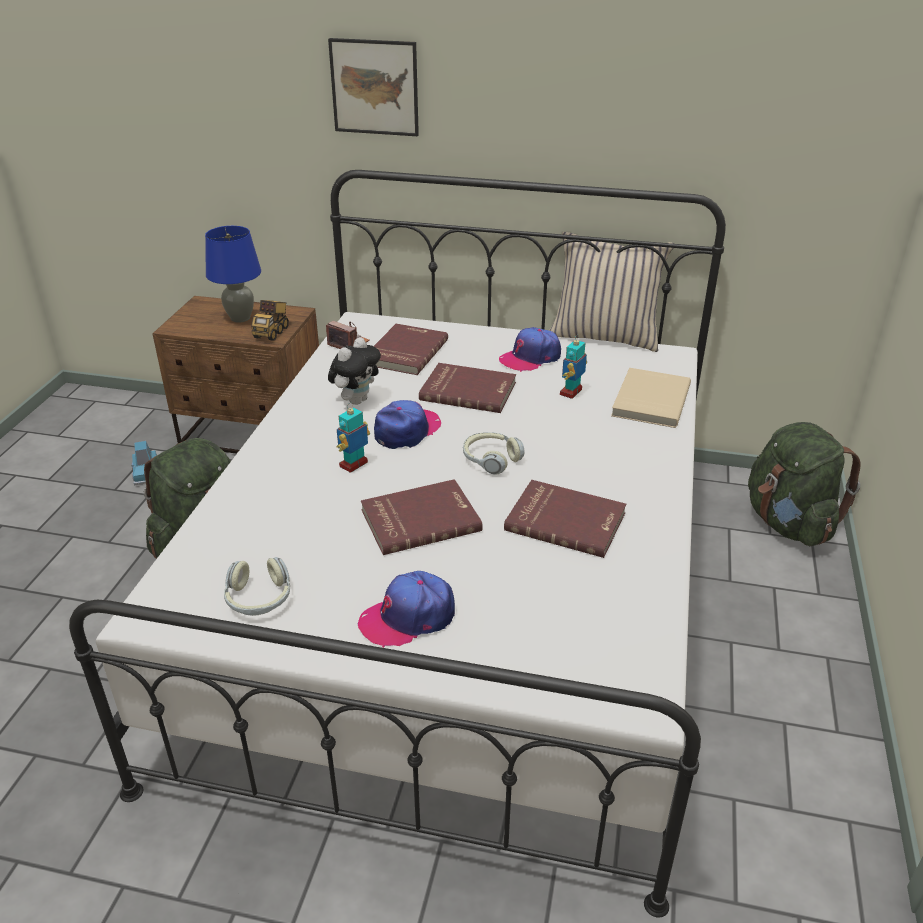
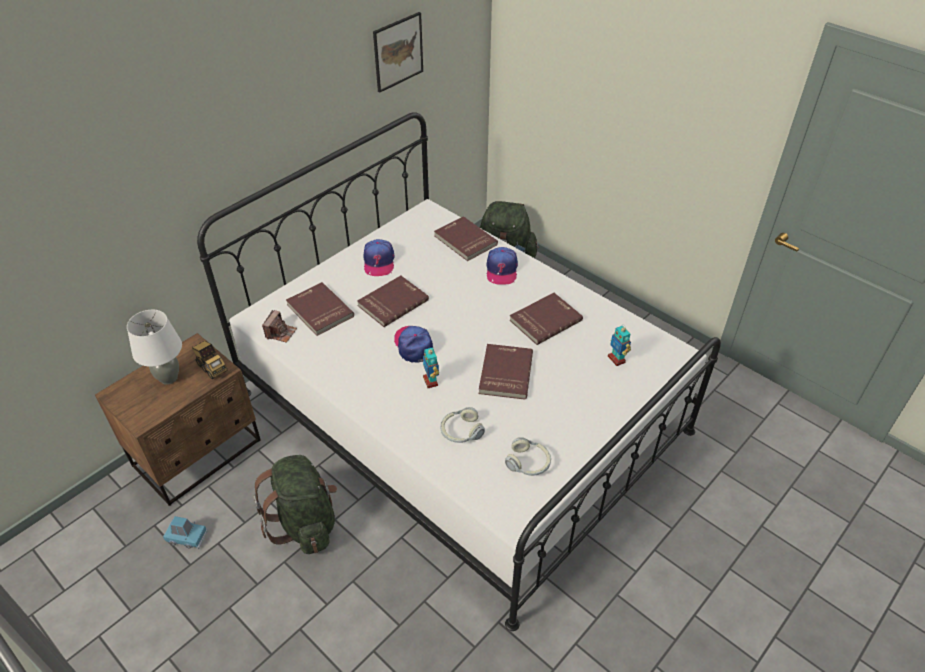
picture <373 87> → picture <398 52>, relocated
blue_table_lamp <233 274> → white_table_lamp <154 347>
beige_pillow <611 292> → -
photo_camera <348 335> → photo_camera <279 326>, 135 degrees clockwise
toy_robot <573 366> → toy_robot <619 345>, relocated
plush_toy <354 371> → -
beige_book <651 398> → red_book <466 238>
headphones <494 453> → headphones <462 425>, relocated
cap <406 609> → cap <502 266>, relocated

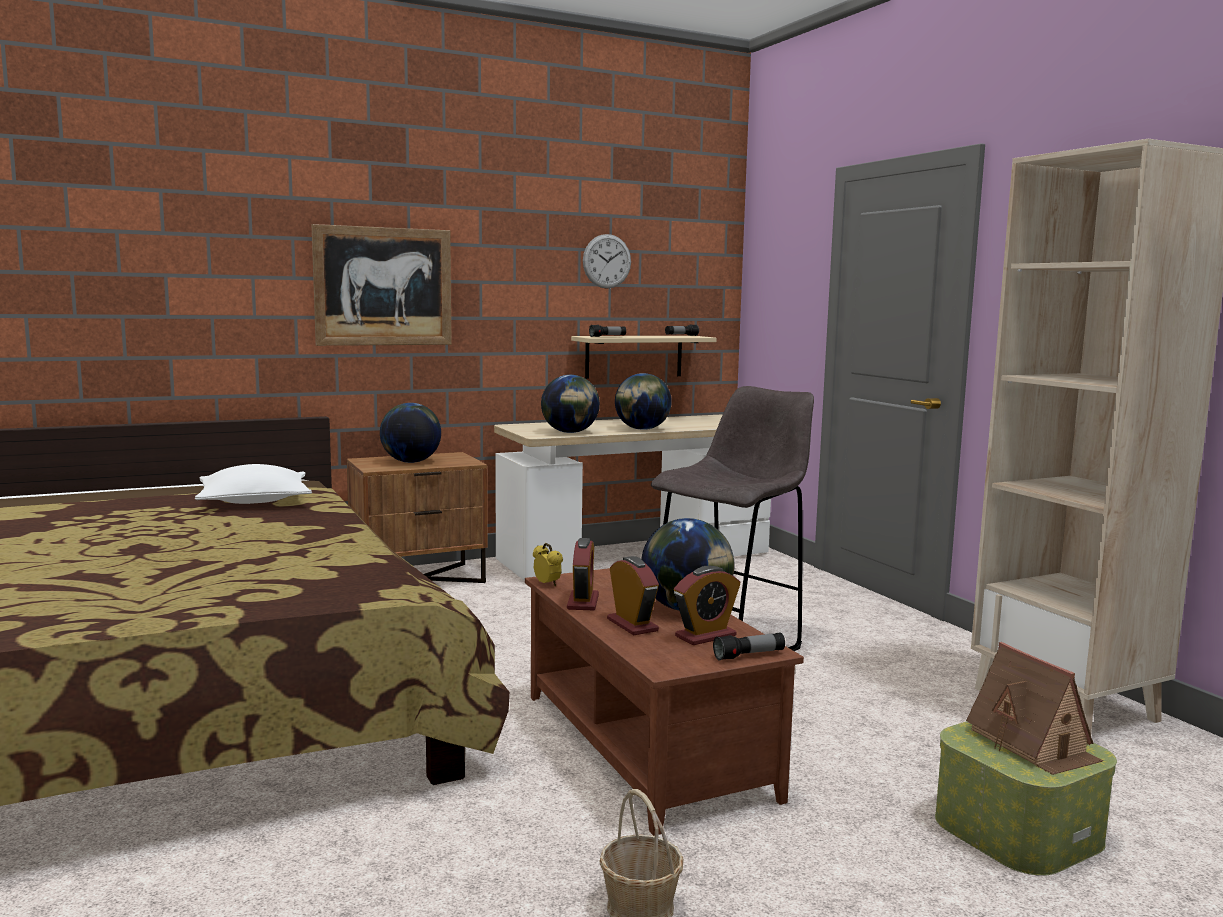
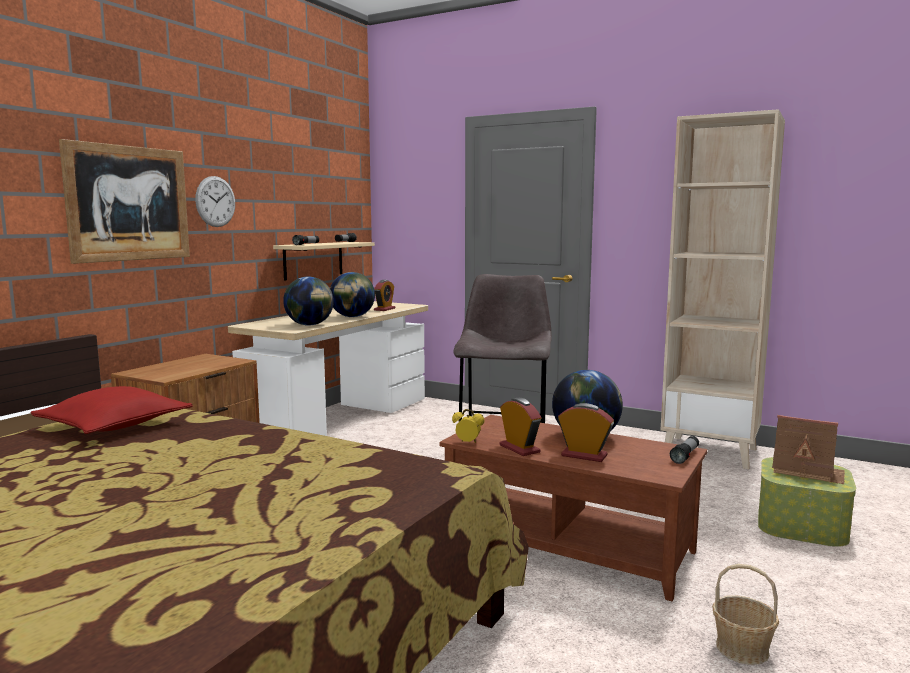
wall_clock <607 261> → wall_clock <215 201>, relocated
globe <410 433> → -
white_pillow <253 484> → red_pillow <111 410>
alarm_clock <707 605> → alarm_clock <384 295>, relocated

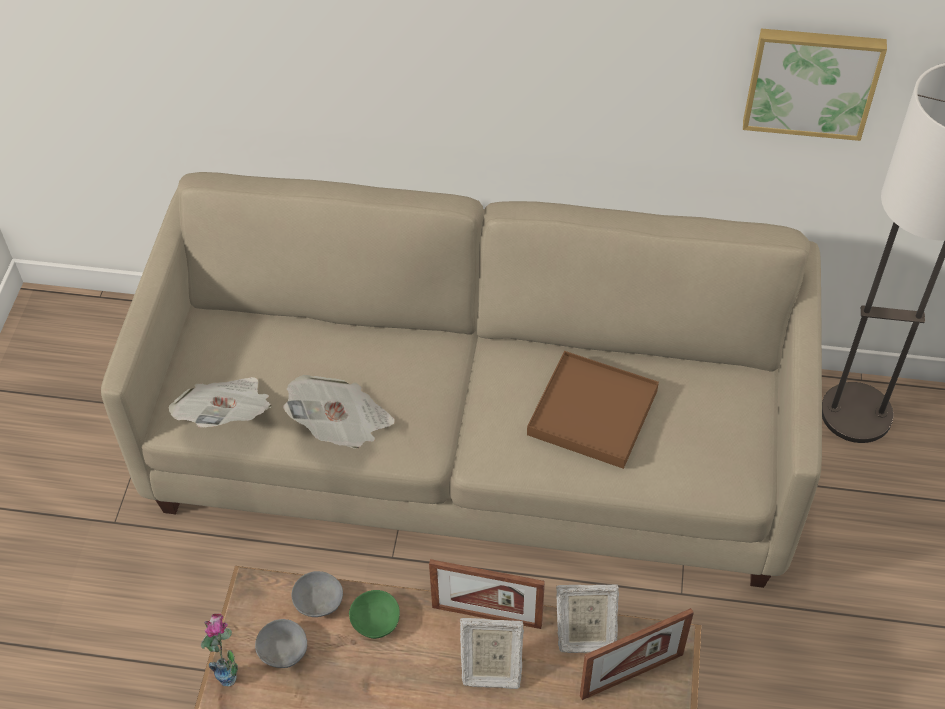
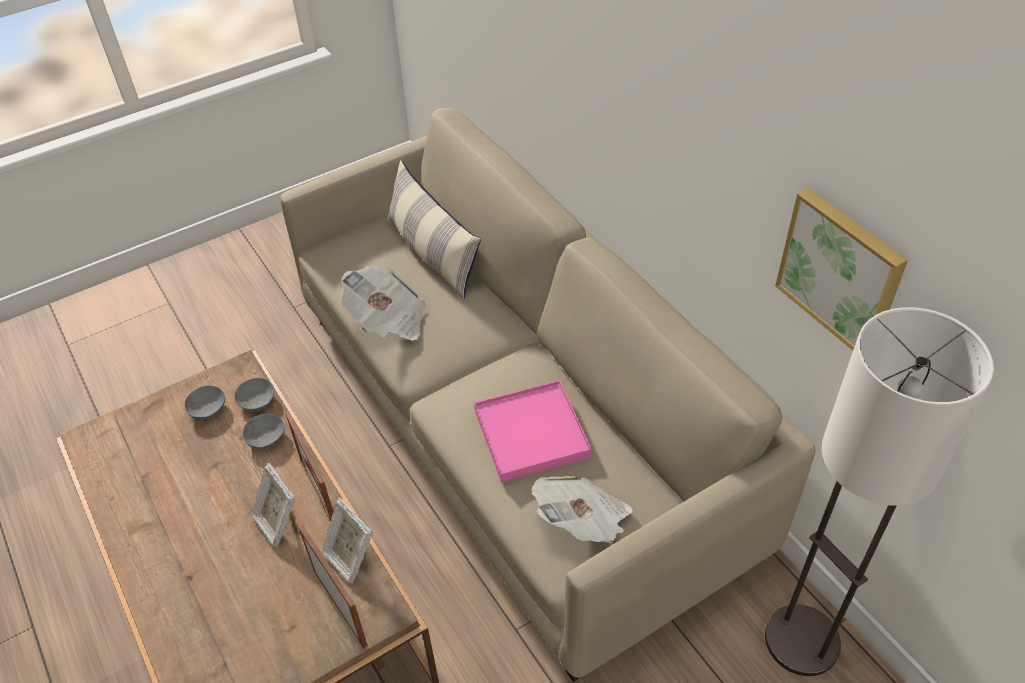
brown_tray <593 410> → pink_tray <533 431>
newspaper <220 402> → newspaper <582 509>, relocated
green_bowl <374 614> → grey_bowl <263 431>
picture_frame <637 654> → picture_frame <333 586>, 150 degrees counterclockwise
vase <219 650> → -
- → pillow <434 229>

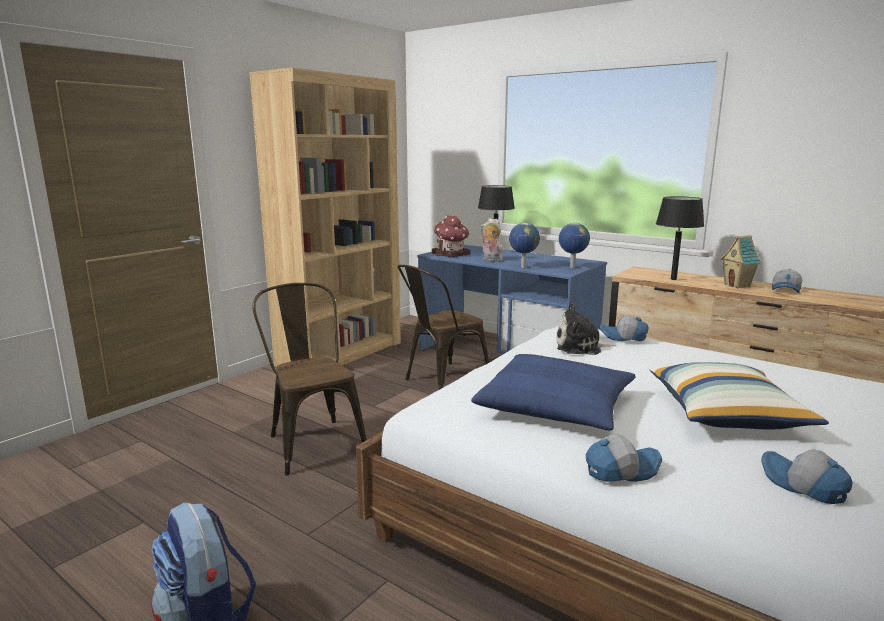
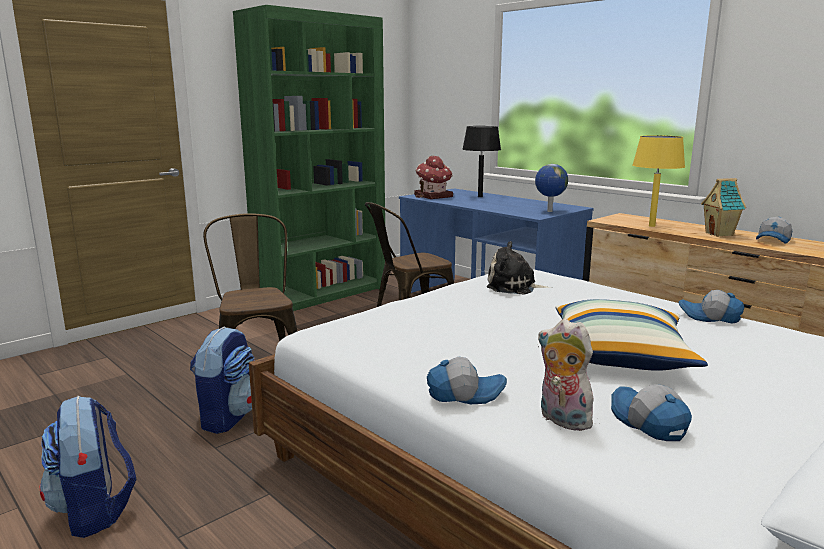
brown_bookcase <325 216> → green_bookcase <309 158>
black_table_lamp <680 238> → yellow_table_lamp <658 181>
plush_toy <492 240> → plush_toy <567 375>, relocated
globe <524 245> → -
cap <624 328> → cap <711 306>, relocated
blue_pillow <553 392> → -
- → backpack <222 380>

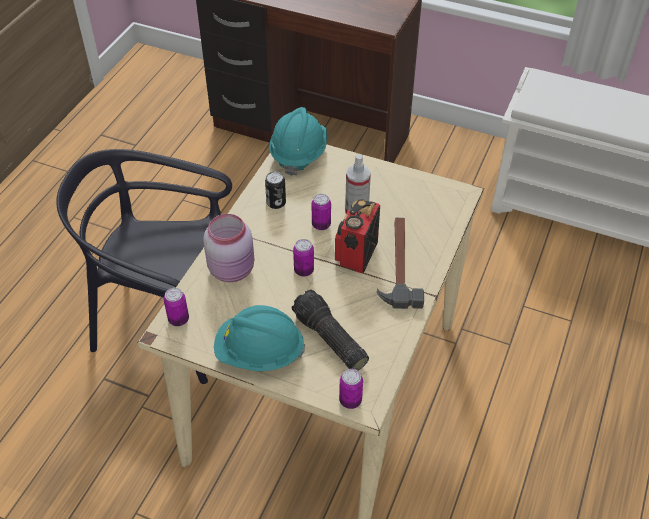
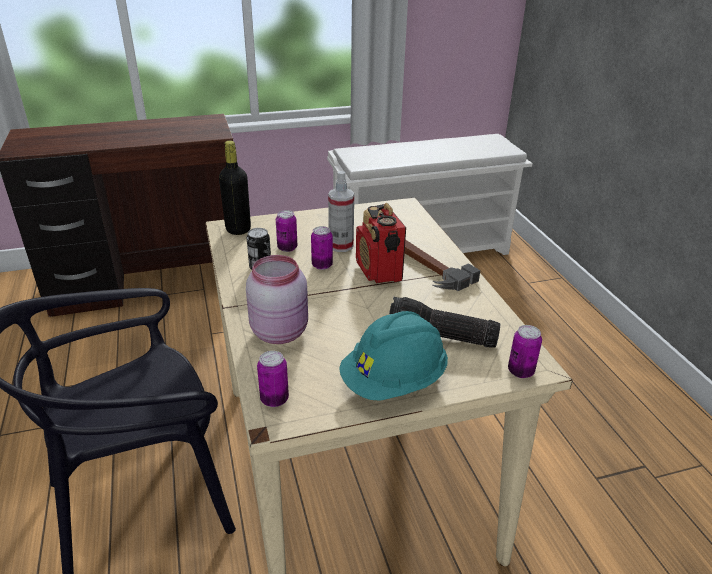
turquoise_hard_hat <298 141> → black_bottle <235 188>
can <303 258> → can <286 231>, relocated

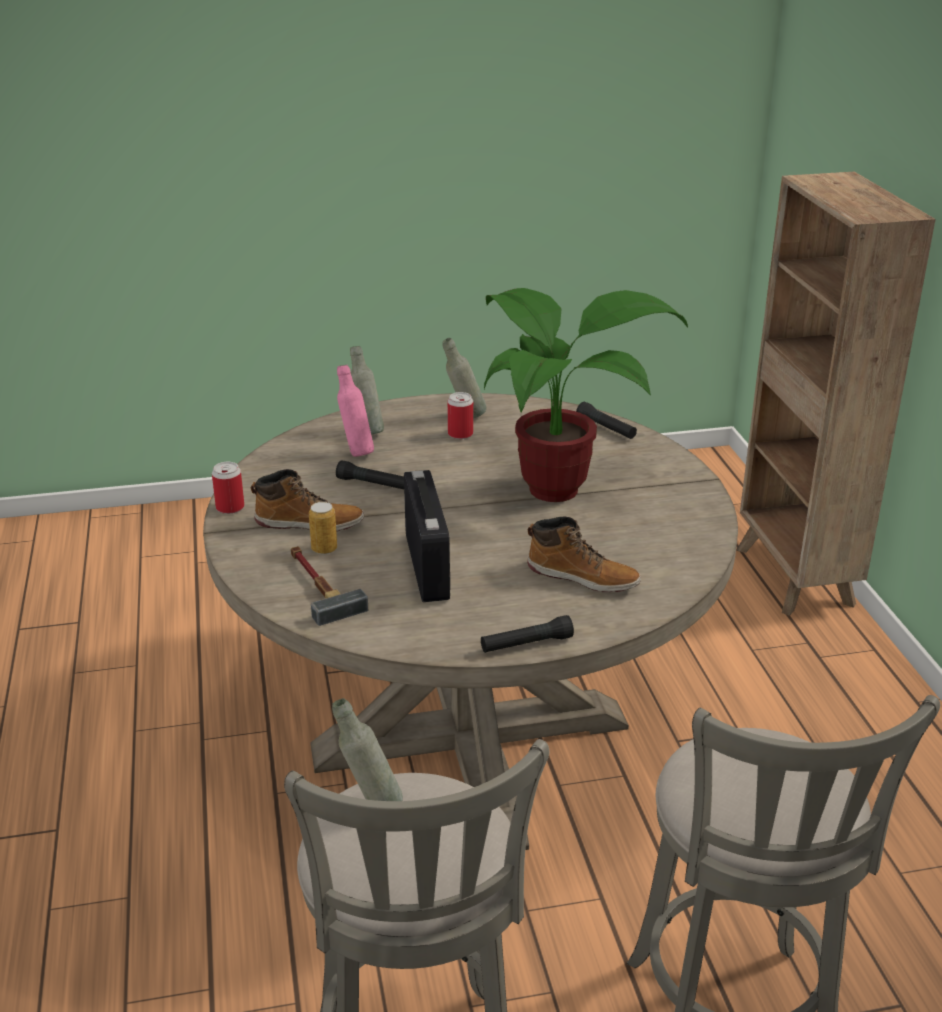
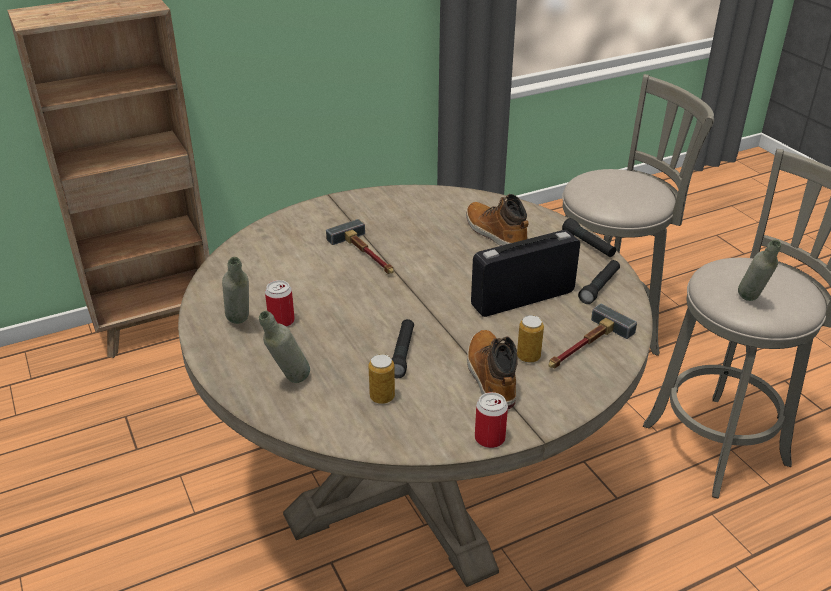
potted_plant <586 395> → hammer <360 246>
pink_bottle <355 411> → -
black_flashlight <606 420> → black_flashlight <599 282>, relocated
boot <584 554> → boot <497 220>, 45 degrees counterclockwise
- → can <381 379>

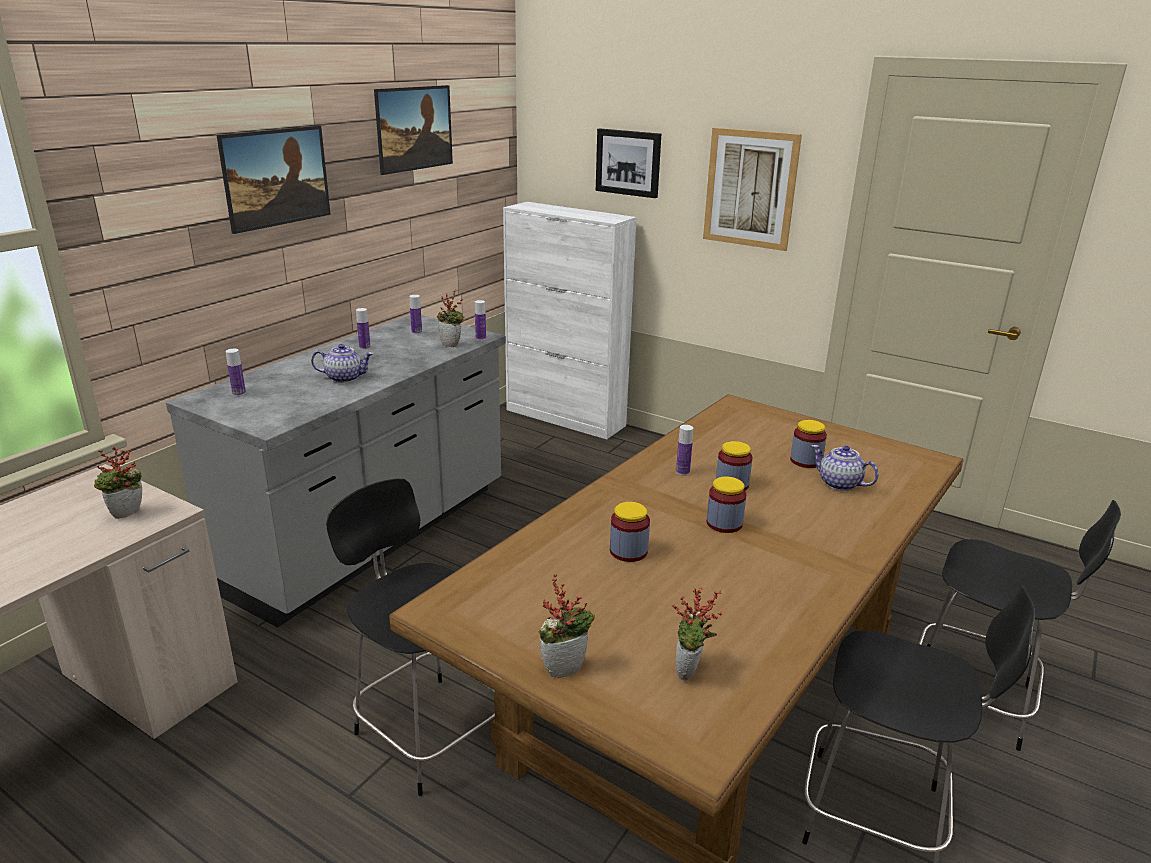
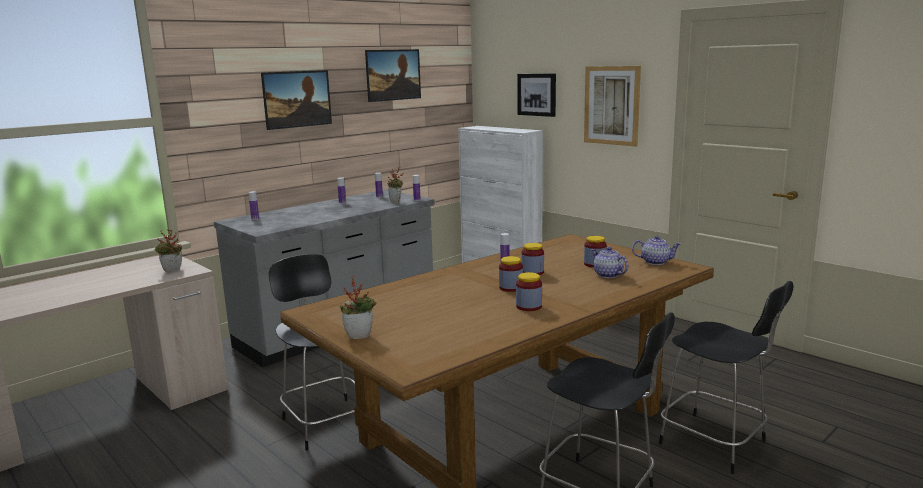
teapot <342 363> → teapot <656 250>, relocated
jar <630 532> → jar <529 291>, relocated
potted_plant <697 634> → -

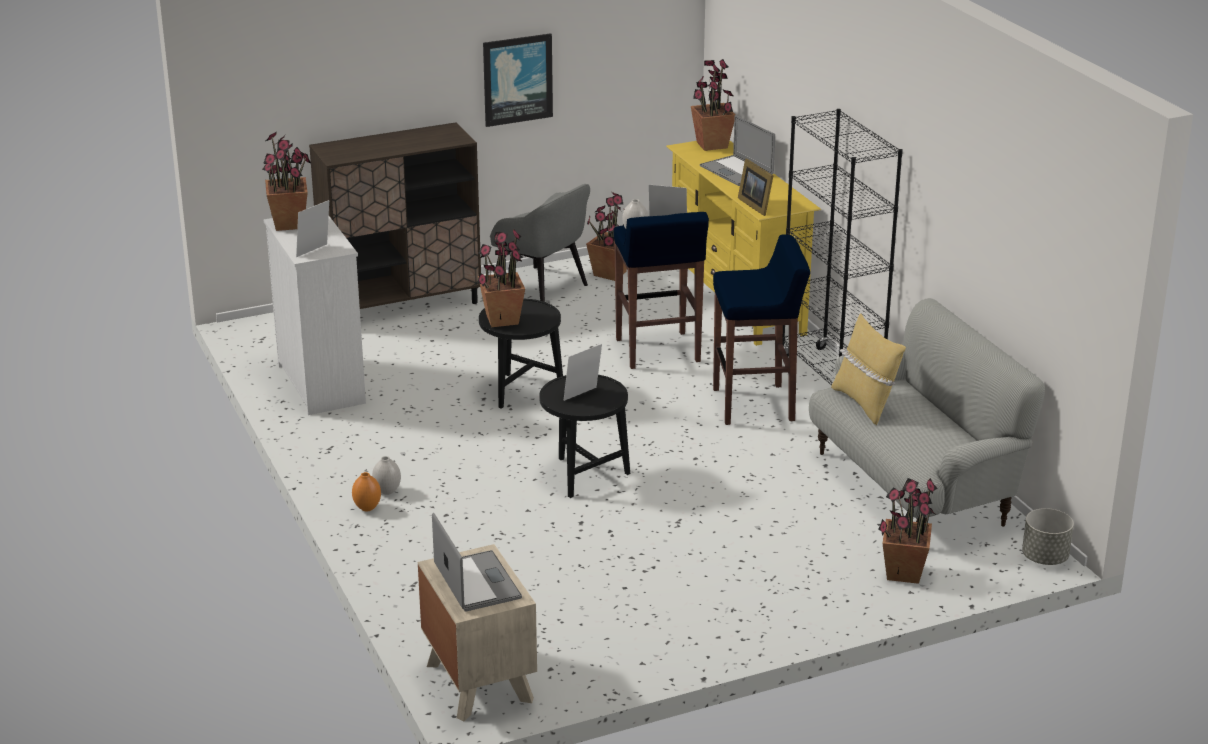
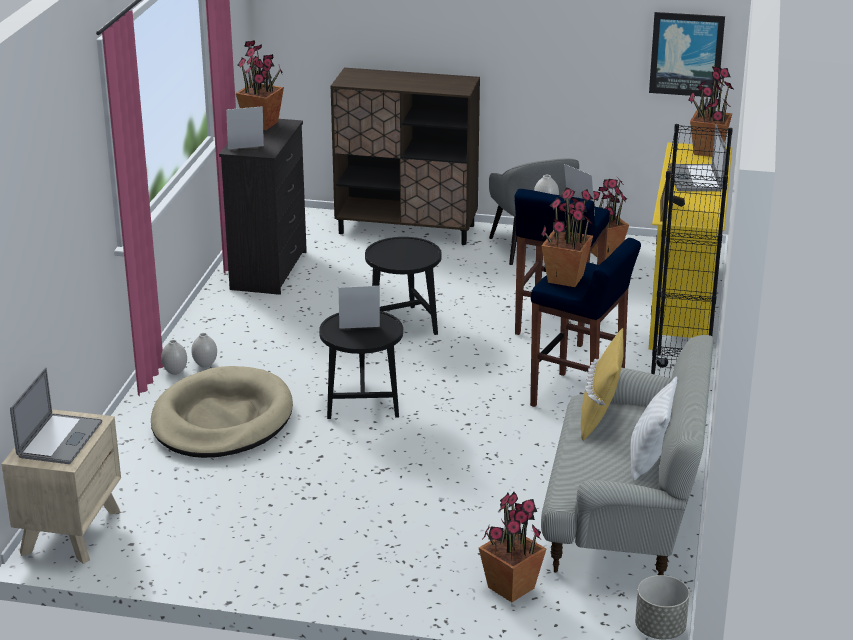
picture <518 80> → picture <687 55>, relocated
white_dresser <315 315> → black_dresser <263 207>
potted_plant <501 278> → potted_plant <567 237>, relocated
orange_vase <366 491> → white_vase <174 357>
- → beige_dog_bed <222 412>
- → white_pillow <653 428>

